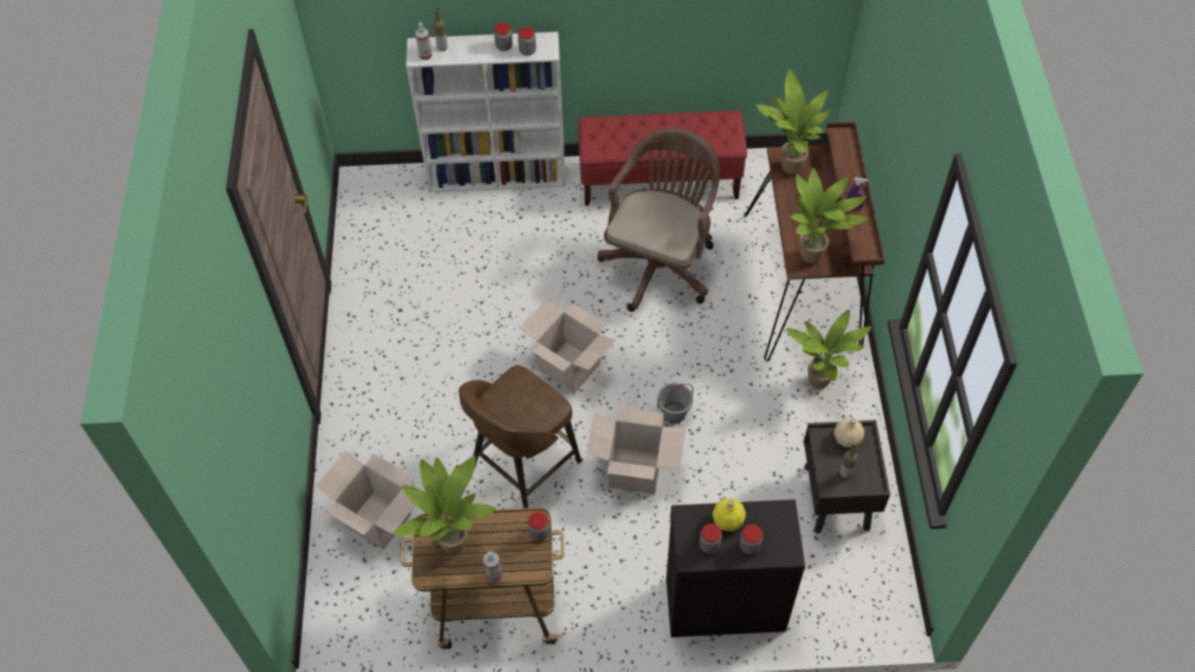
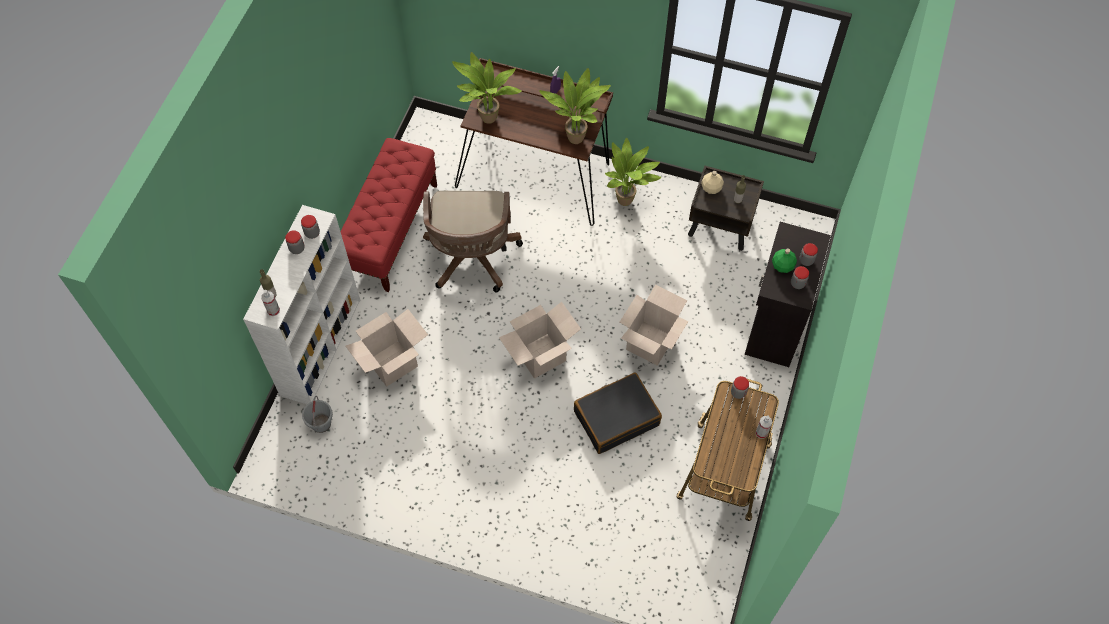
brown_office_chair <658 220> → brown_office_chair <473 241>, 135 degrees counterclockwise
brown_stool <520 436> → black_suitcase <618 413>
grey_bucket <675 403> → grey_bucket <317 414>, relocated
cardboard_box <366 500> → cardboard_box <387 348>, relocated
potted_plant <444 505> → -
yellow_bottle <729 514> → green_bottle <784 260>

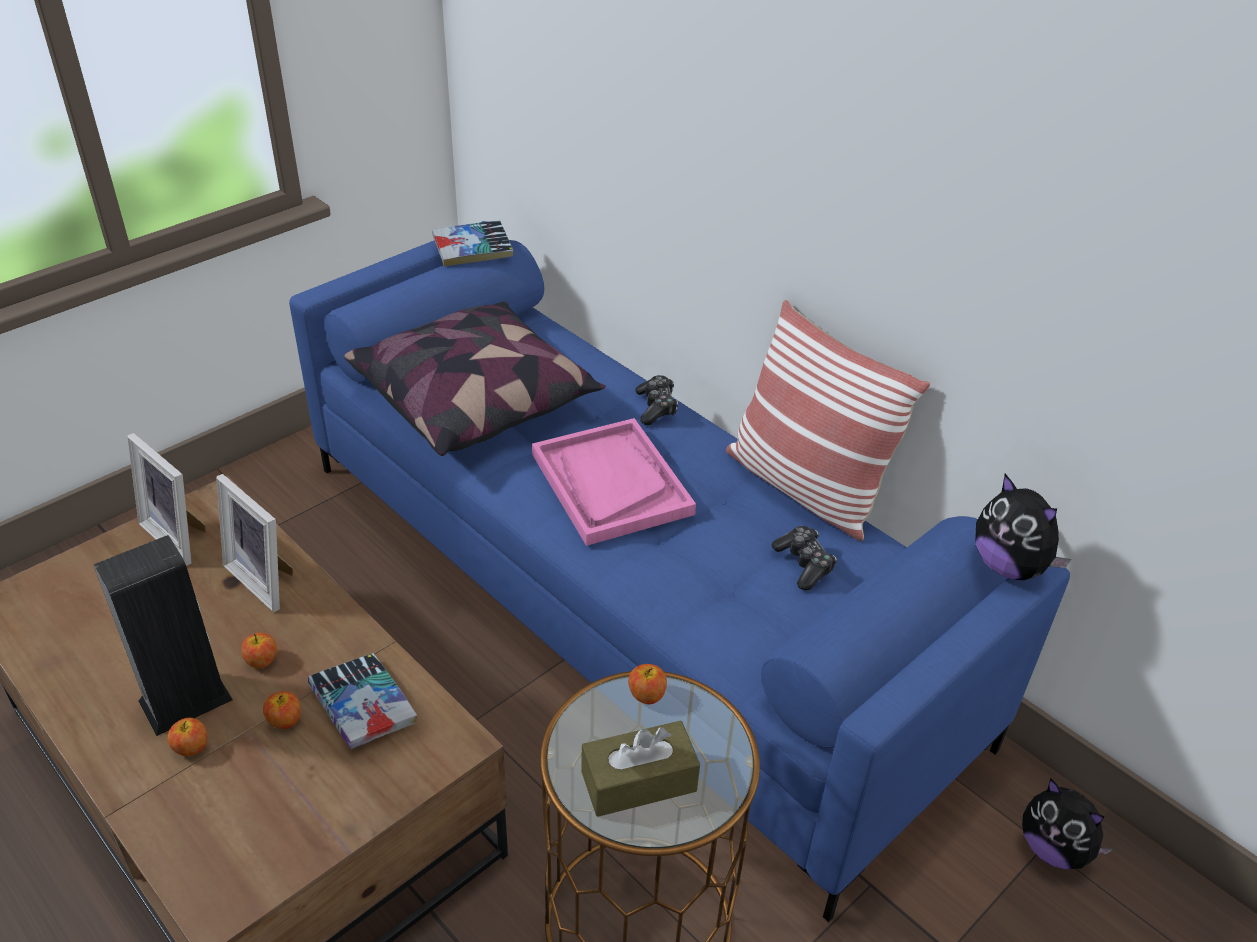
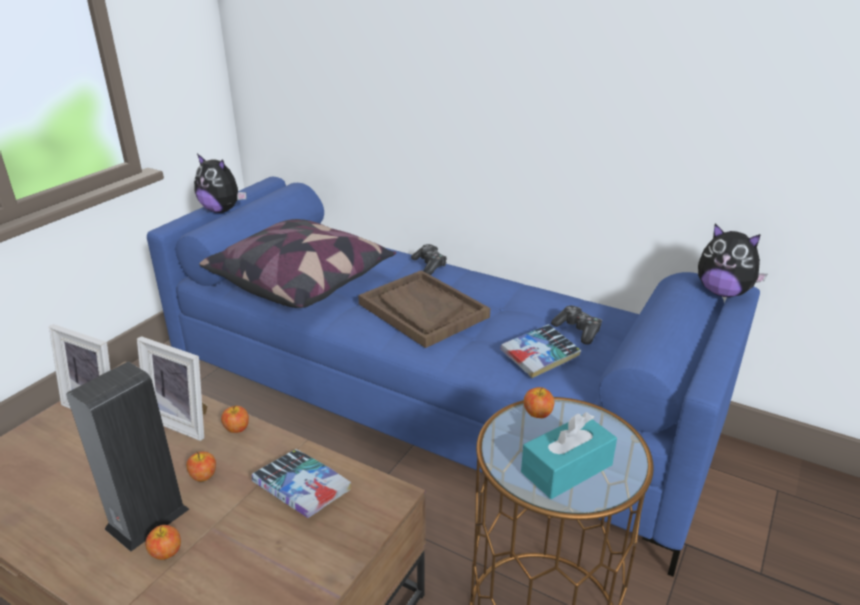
book <473 243> → book <540 351>, relocated
pillow <828 420> → -
pink_tray <614 482> → brown_tray <424 309>
apple <282 710> → apple <235 419>, relocated
brown_tissue_box <640 769> → turquoise_tissue_box <569 455>
plush_toy <1068 824> → plush_toy <220 183>, relocated

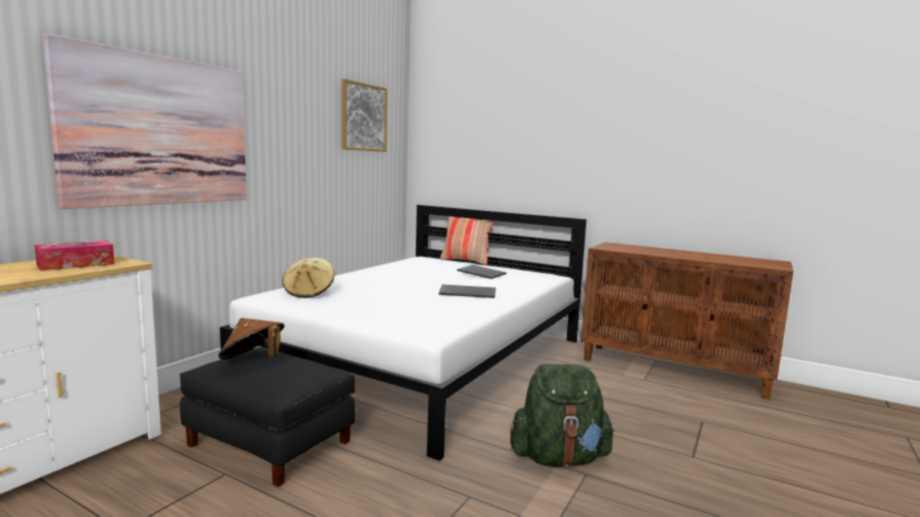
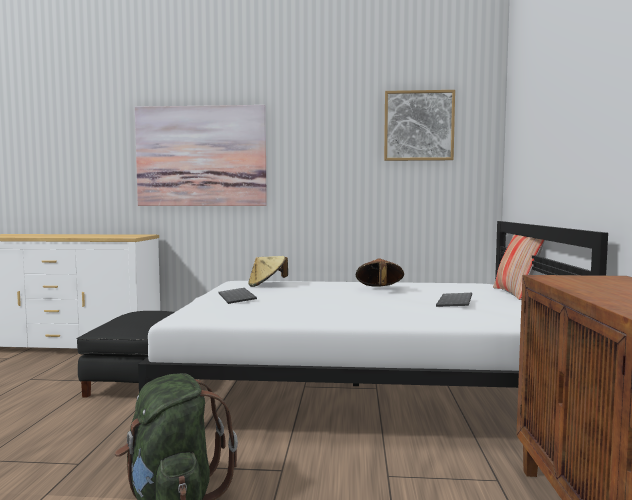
tissue_box <75 255> → -
keyboard <467 291> → keyboard <237 296>, relocated
brown_hat <251 339> → brown_hat <380 272>, relocated

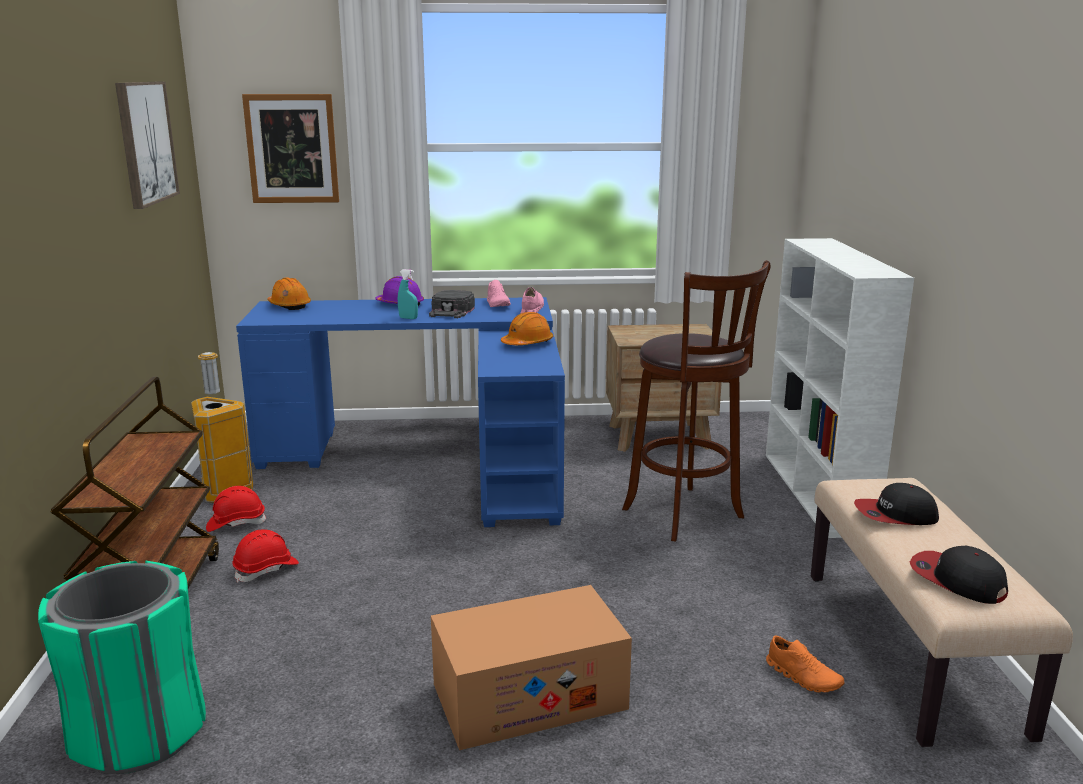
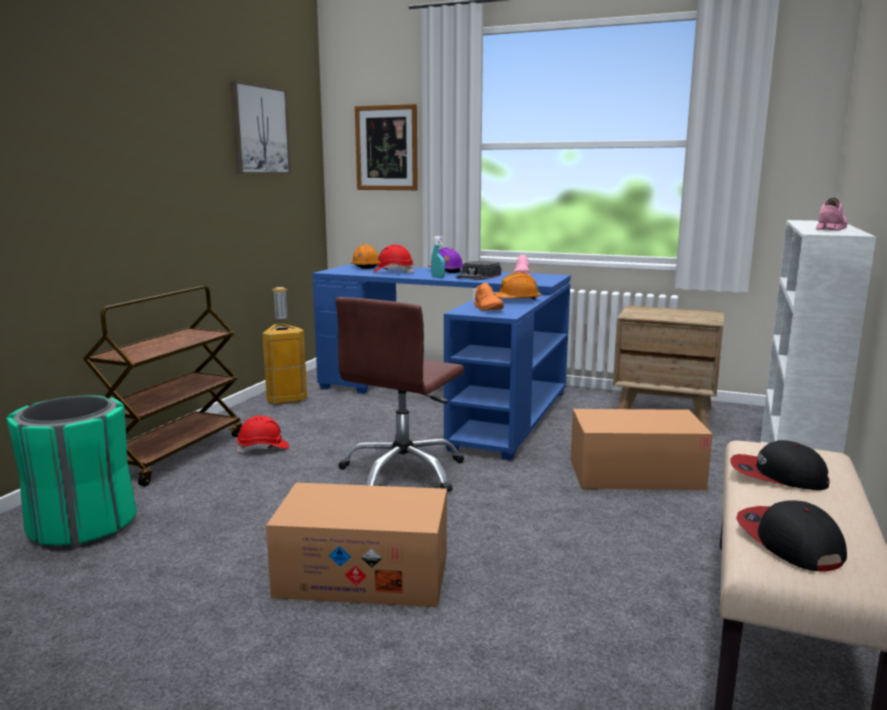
brown_stool <696 401> → cardboard_box <641 449>
pink_shoe <532 300> → pink_shoe <831 214>, relocated
red_hard_hat <236 509> → red_hard_hat <393 259>, relocated
orange_shoe <805 664> → orange_shoe <489 297>, relocated
- → brown_office_chair <399 394>

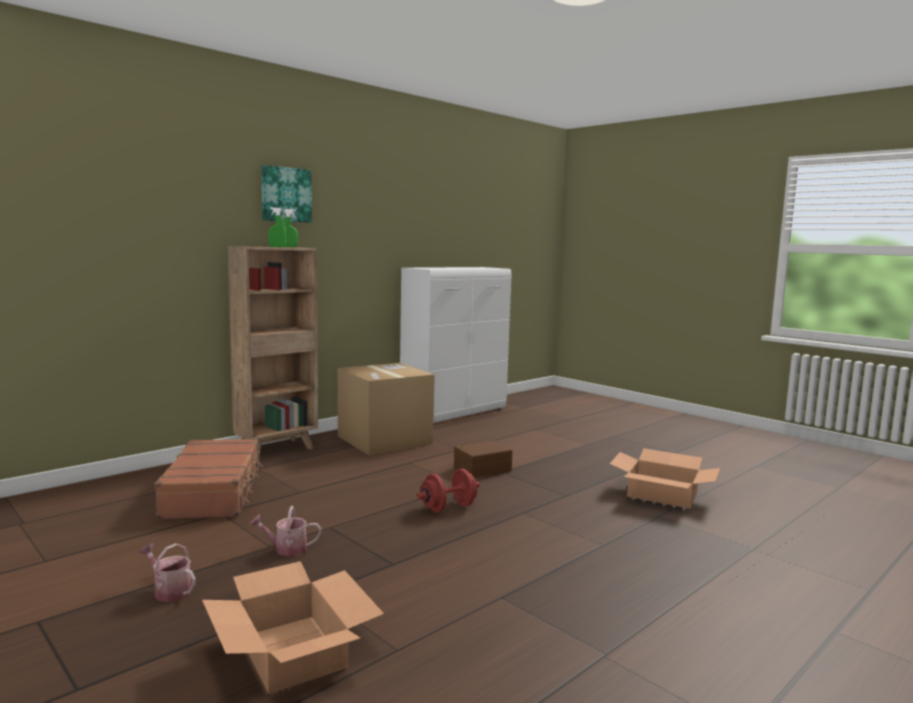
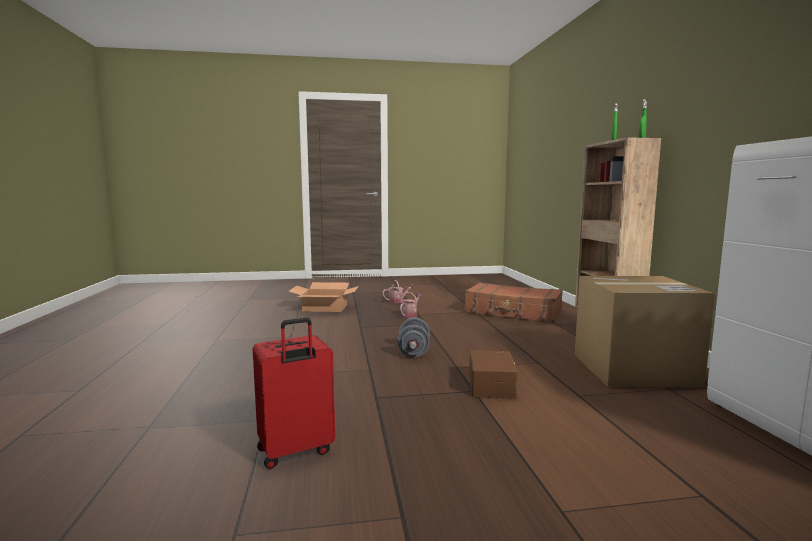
picture <286 194> → -
cardboard_box <665 478> → red_suitcase <294 393>
red_dumbbell <448 491> → grey_dumbbell <413 337>

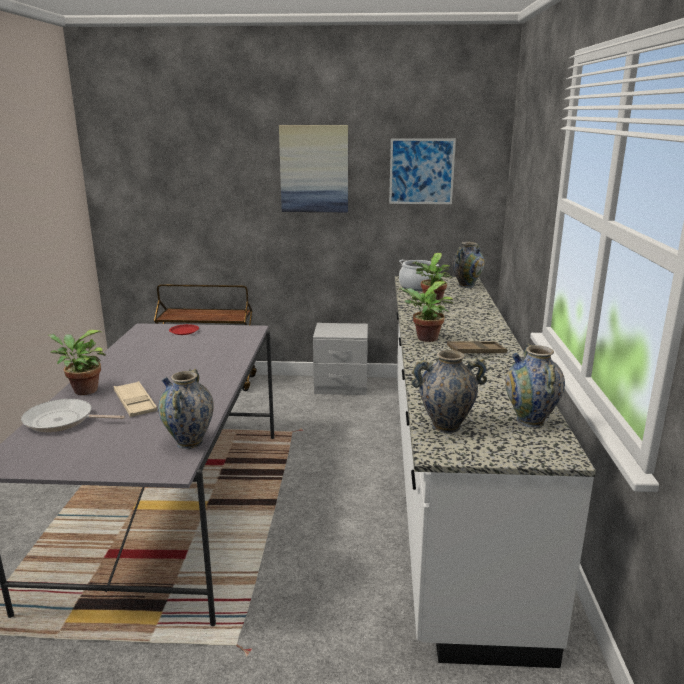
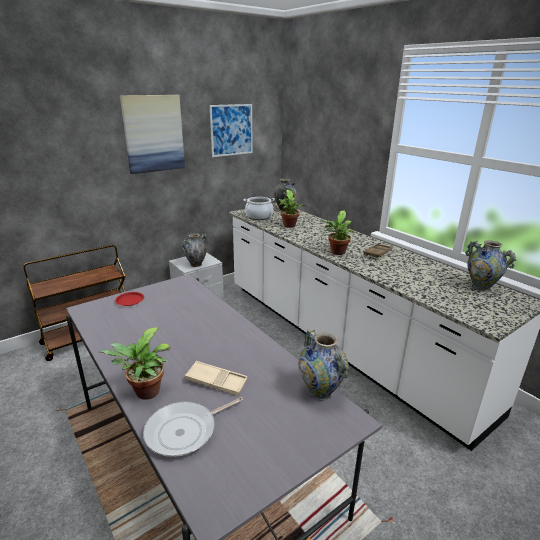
vase <449 391> → vase <195 250>, relocated

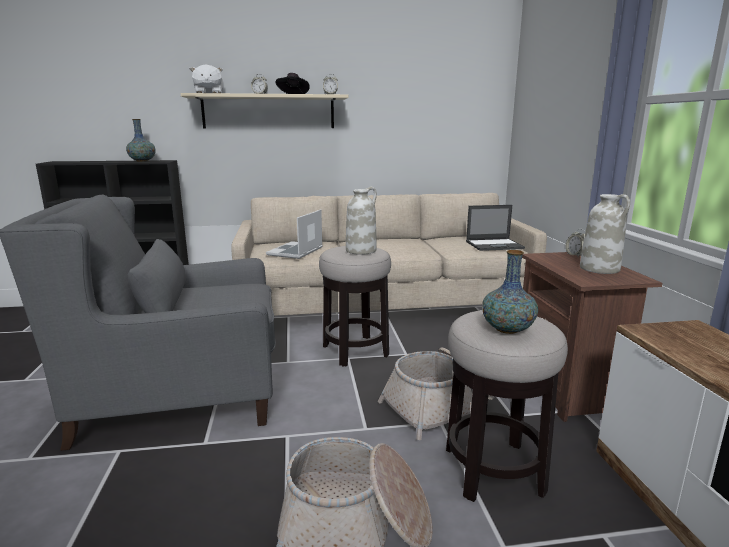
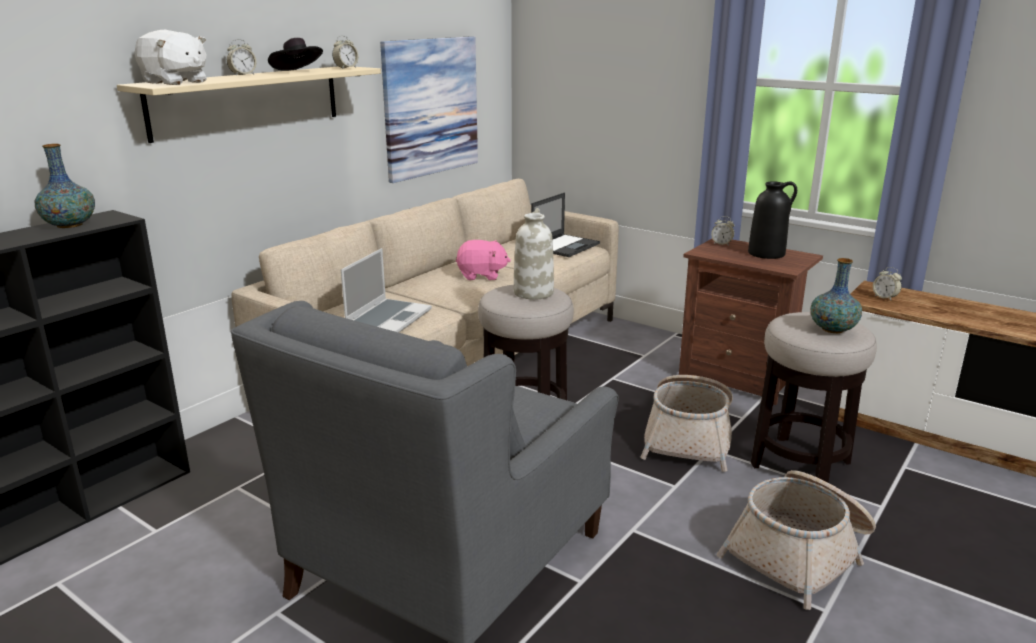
white_vase <605 234> → black_vase <772 220>
laptop <294 234> → laptop <386 290>, 135 degrees counterclockwise
- → picture <429 109>
- → pink_plush_toy <483 260>
- → alarm_clock <887 283>

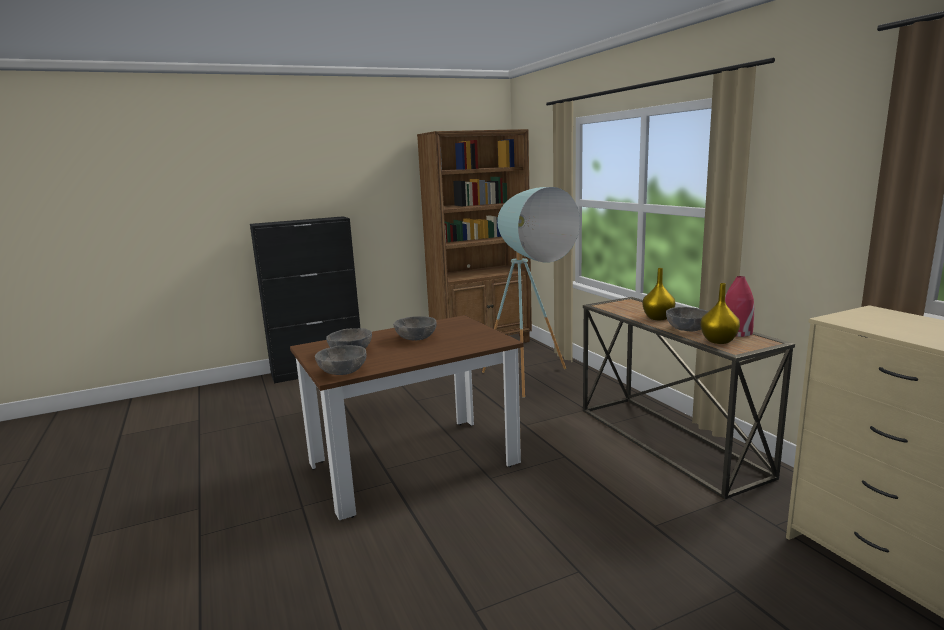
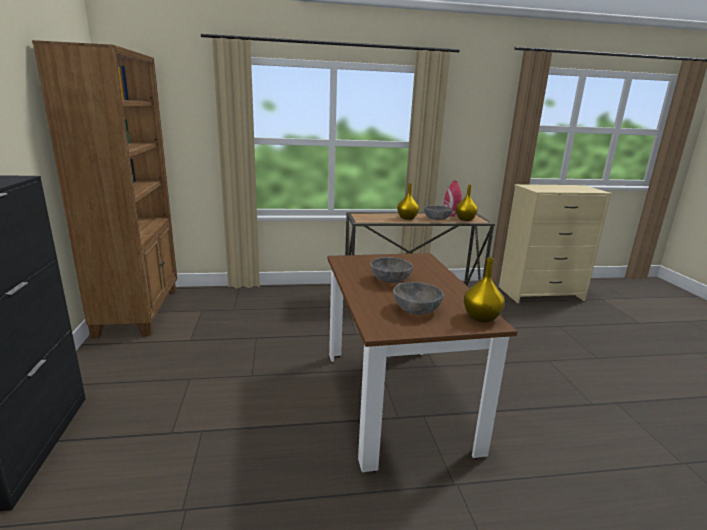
turquoise_floor_lamp <531 292> → -
grey_bowl <341 360> → yellow_vase <484 290>

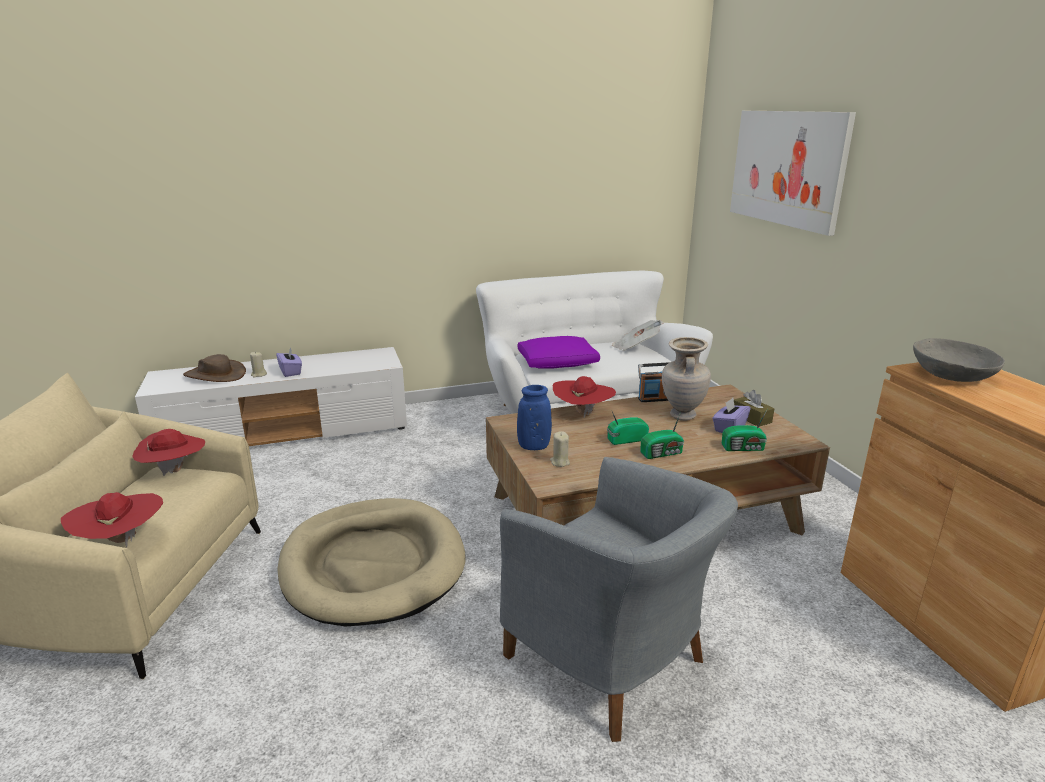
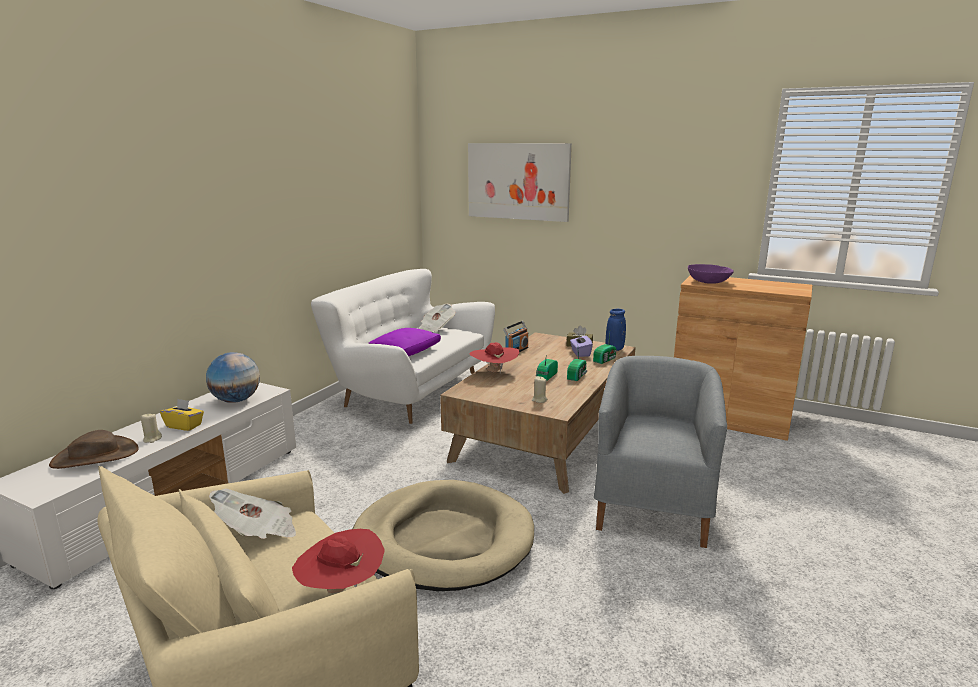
beige_vase <686 379> → -
grey_bowl <959 360> → purple_bowl <711 274>
purple_tissue_box <289 362> → yellow_tissue_box <182 415>
blue_vase <534 417> → blue_vase <616 330>, relocated
red_hat <168 452> → newspaper <252 513>
grey_armchair <619 599> → grey_armchair <660 452>, 75 degrees counterclockwise
- → globe <233 377>

